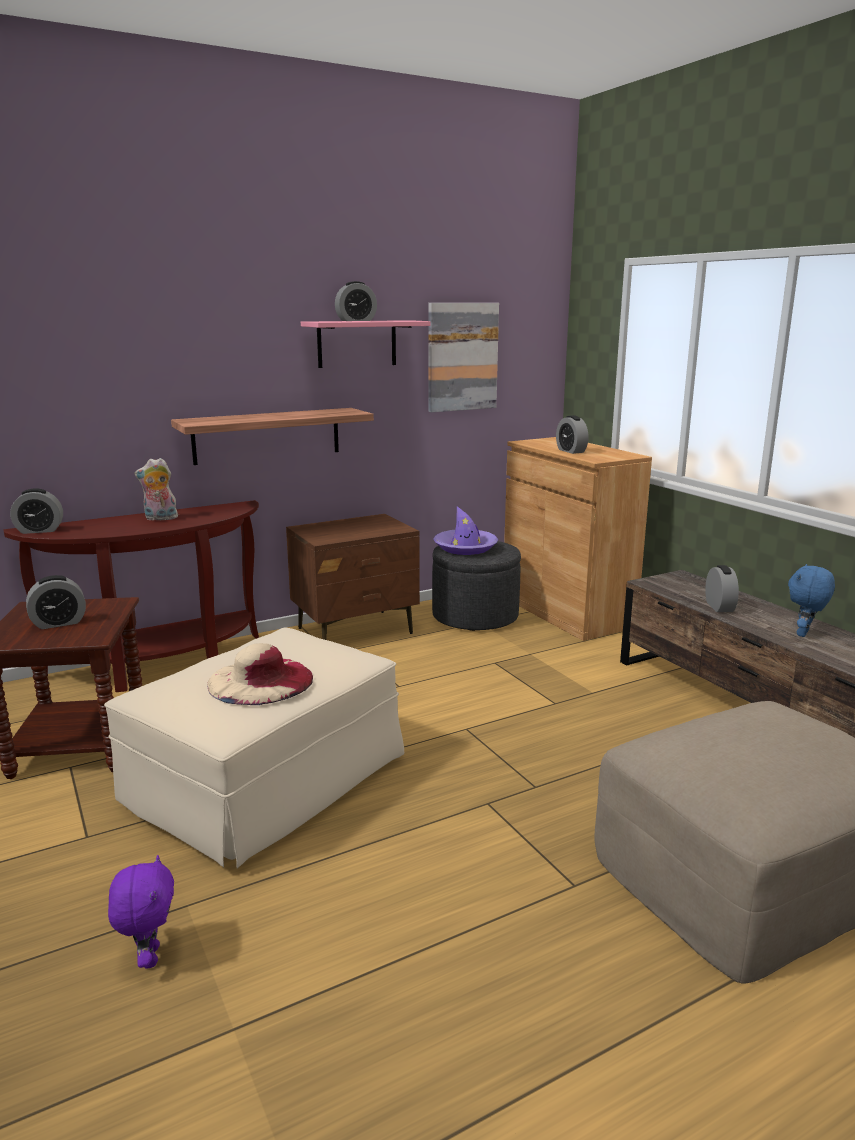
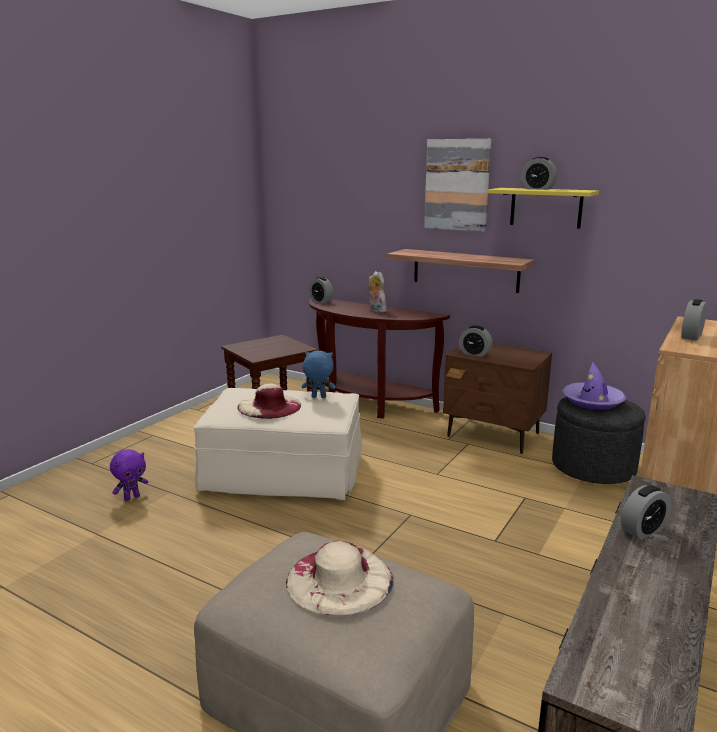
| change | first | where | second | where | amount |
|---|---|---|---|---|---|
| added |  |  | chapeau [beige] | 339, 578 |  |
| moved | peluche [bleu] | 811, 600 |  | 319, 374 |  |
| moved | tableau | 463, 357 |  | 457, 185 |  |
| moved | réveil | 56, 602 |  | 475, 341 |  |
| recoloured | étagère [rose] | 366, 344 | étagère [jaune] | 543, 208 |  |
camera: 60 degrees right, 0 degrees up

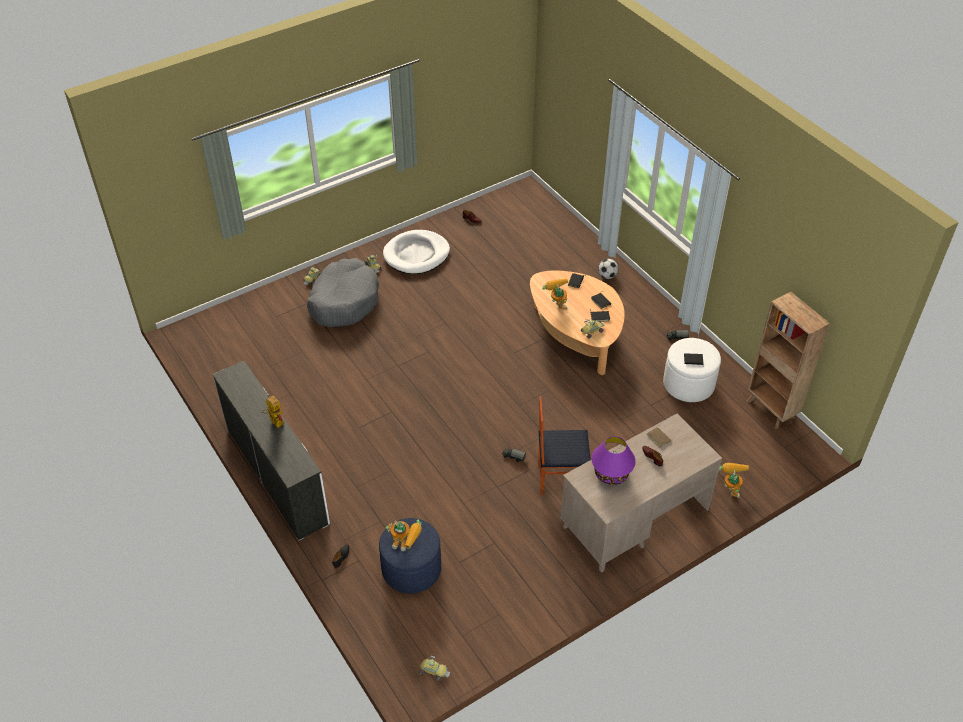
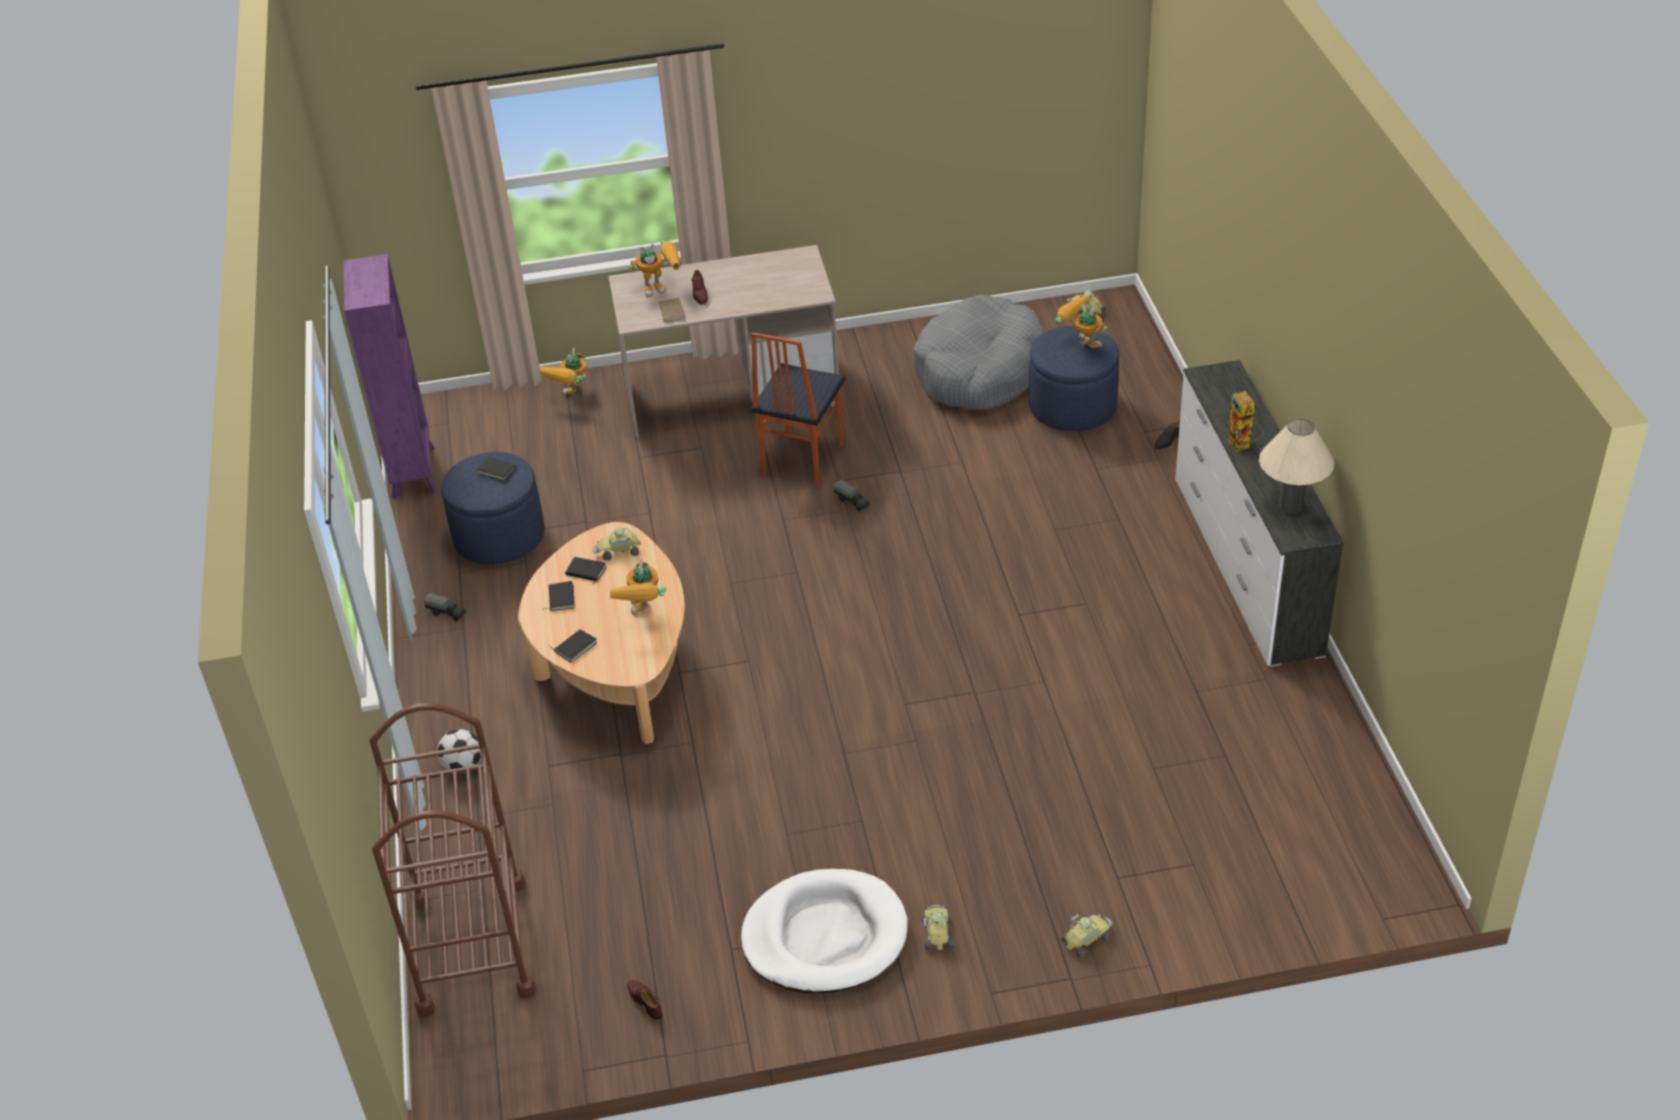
| change | first | where | second | where | amount |
|---|---|---|---|---|---|
| recoloured | bibliothèque [marron] | 788, 360 | bibliothèque [violet] | 391, 376 |  |
| added |  |  | chariot [marron] | 453, 860 |  |
| recoloured | pouf [blanc] | 692, 370 | pouf [bleu] | 493, 508 |  |
| added |  |  | robot jouet | 654, 269 |  |
| turned | chaise | 564, 445 |  | 798, 409 | 90 degrees clockwise |
| moved | panier pour chien [gris] | 343, 292 |  | 978, 352 |  |
| added |  |  | lampe de table [beige] | 1297, 466 |  |
| removed | lampe de table [violet] | 613, 460 |  |  |  |
camera: 155 degrees left, 5 degrees down

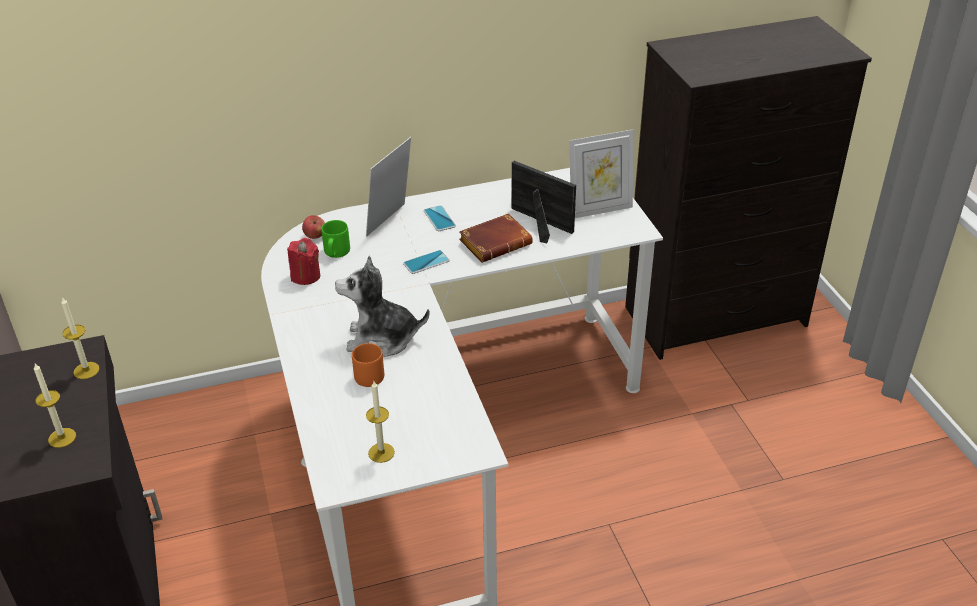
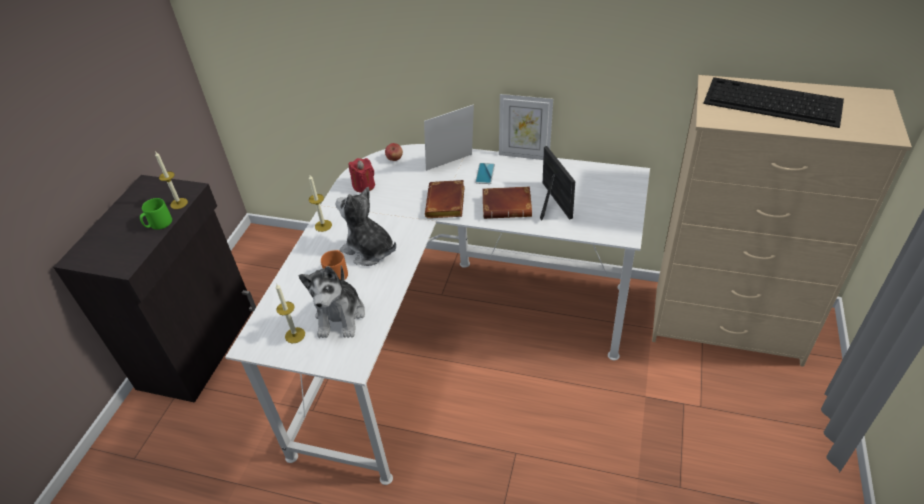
| change | first | where | second | where | amount |
|---|---|---|---|---|---|
| moved | mug [vert] | 335, 239 |  | 156, 214 |  |
| added |  |  | peluche | 331, 301 |  |
| moved | bougie | 55, 406 |  | 320, 203 |  |
| replaced | téléphone | 426, 262 | livre [marron] | 445, 199 |  |
| moved | cadre photo | 601, 174 |  | 526, 127 |  |
| recoloured | commode [noir] | 748, 188 | commode [beige] | 782, 221 |  |
| added |  |  | clavier | 773, 102 |  |
camera: 35 degrees right, 5 degrees up

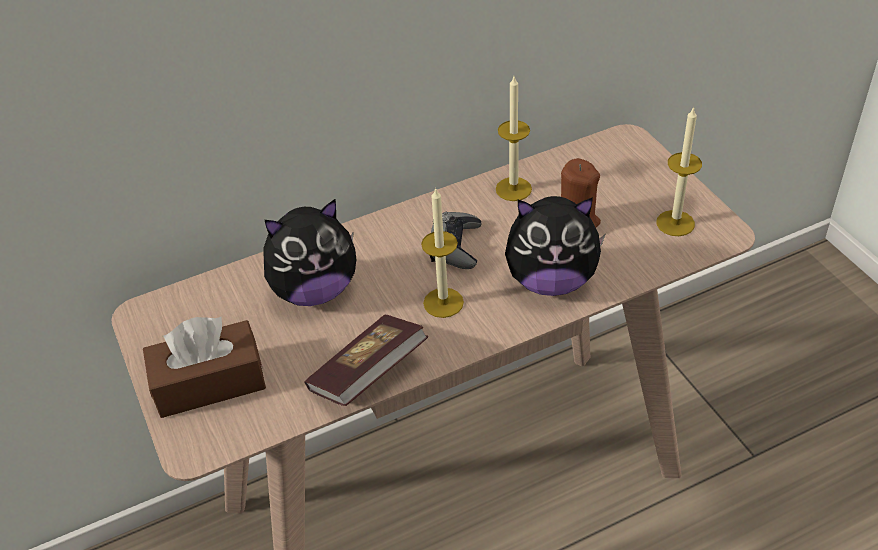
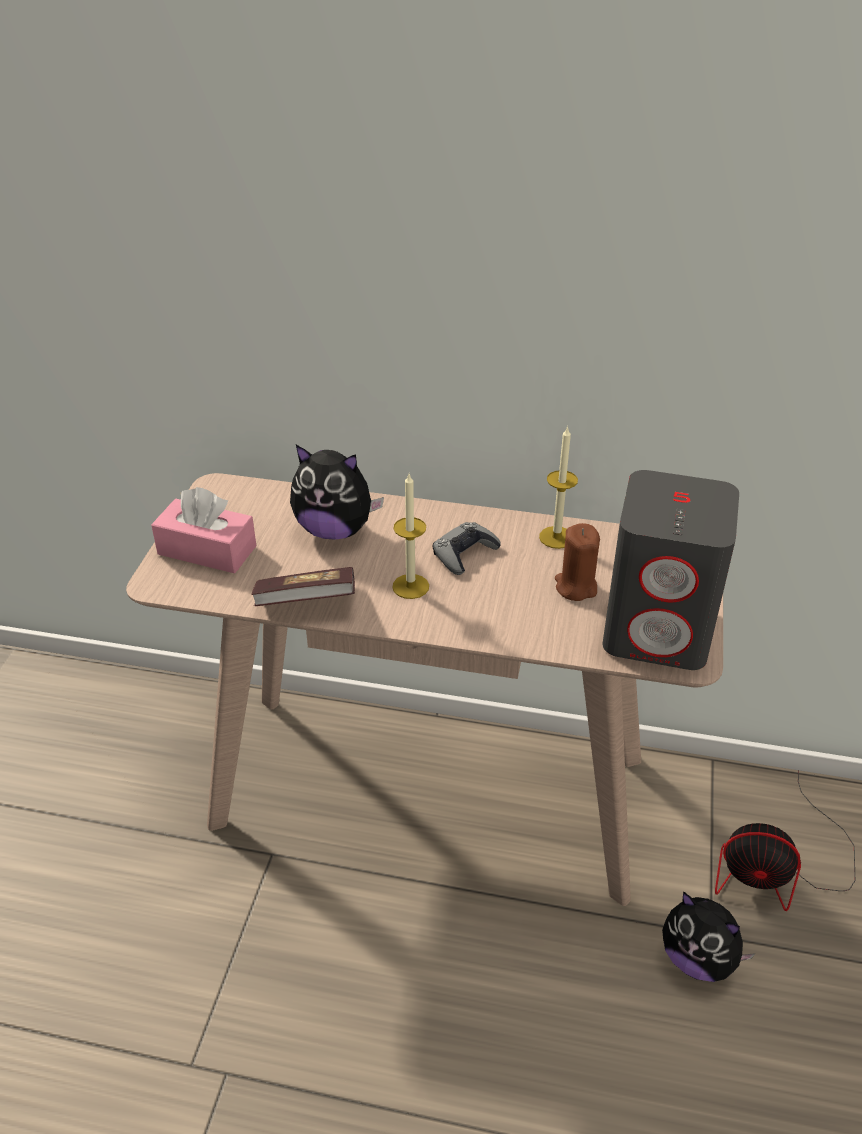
| change | first | where | second | where | amount |
|---|---|---|---|---|---|
| recoloured | boîte à mouchoirs [marron] | 204, 367 | boîte à mouchoirs [rose] | 203, 530 |  |
| replaced | bougie | 679, 171 | enceinte [gris] | 671, 570 |  |
| moved | peluche | 555, 246 |  | 709, 937 |  |
| added |  |  | ventilateur | 785, 840 |  |
camera: 35 degrees right, 5 degrees down

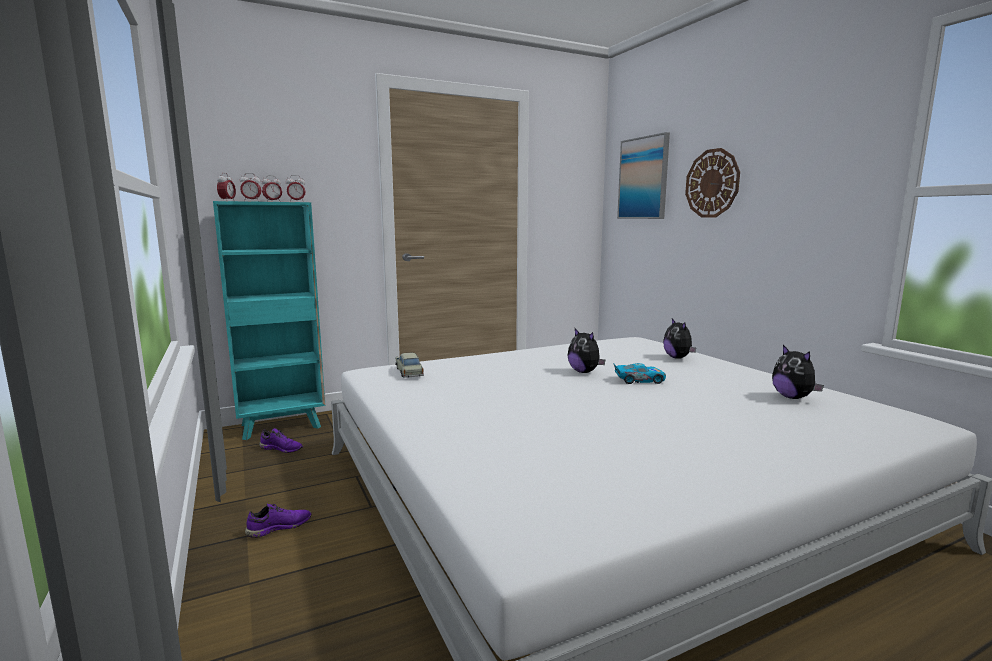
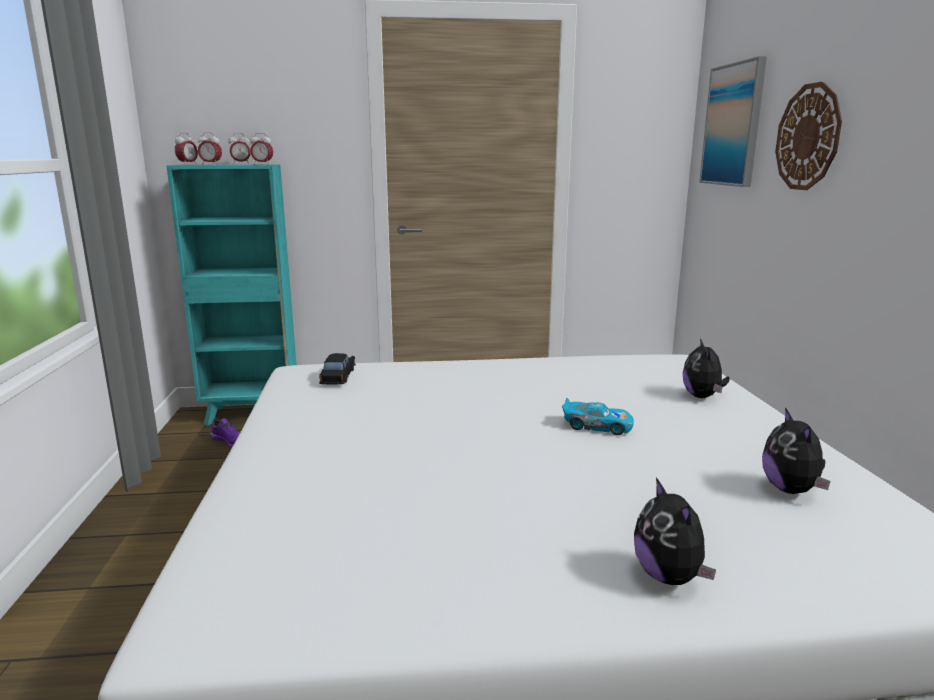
| change | first | where | second | where | amount |
|---|---|---|---|---|---|
| recoloured | petite voiture [beige] | 409, 365 | petite voiture [noir] | 337, 369 |  |
| moved | peluche | 586, 350 |  | 675, 531 |  |
| removed | chaussure [violet] | 278, 521 |  |  |  |
camera: 20 degrees right, 5 degrees up

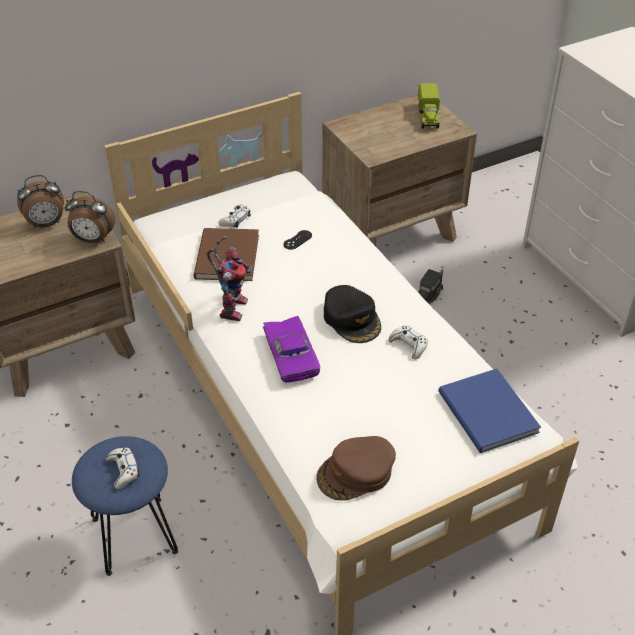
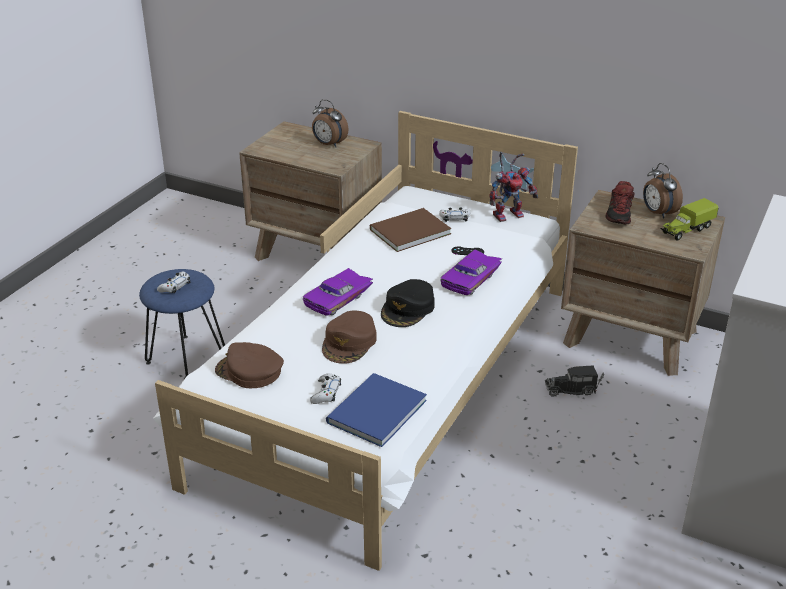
| change | first | where | second | where | amount |
|---|---|---|---|---|---|
| moved | manette [blanc] | 408, 342 |  | 325, 388 |  |
| added |  |  | casquette [marron] | 349, 337 |  |
| added |  |  | petite voiture [violet] | 471, 272 |  |
| moved | robot jouet | 229, 278 |  | 513, 187 |  |
| added |  |  | chaussure | 620, 202 |  |
| moved | réveil | 90, 217 |  | 663, 191 |  |
camera: 55 degrees right, 10 degrees down

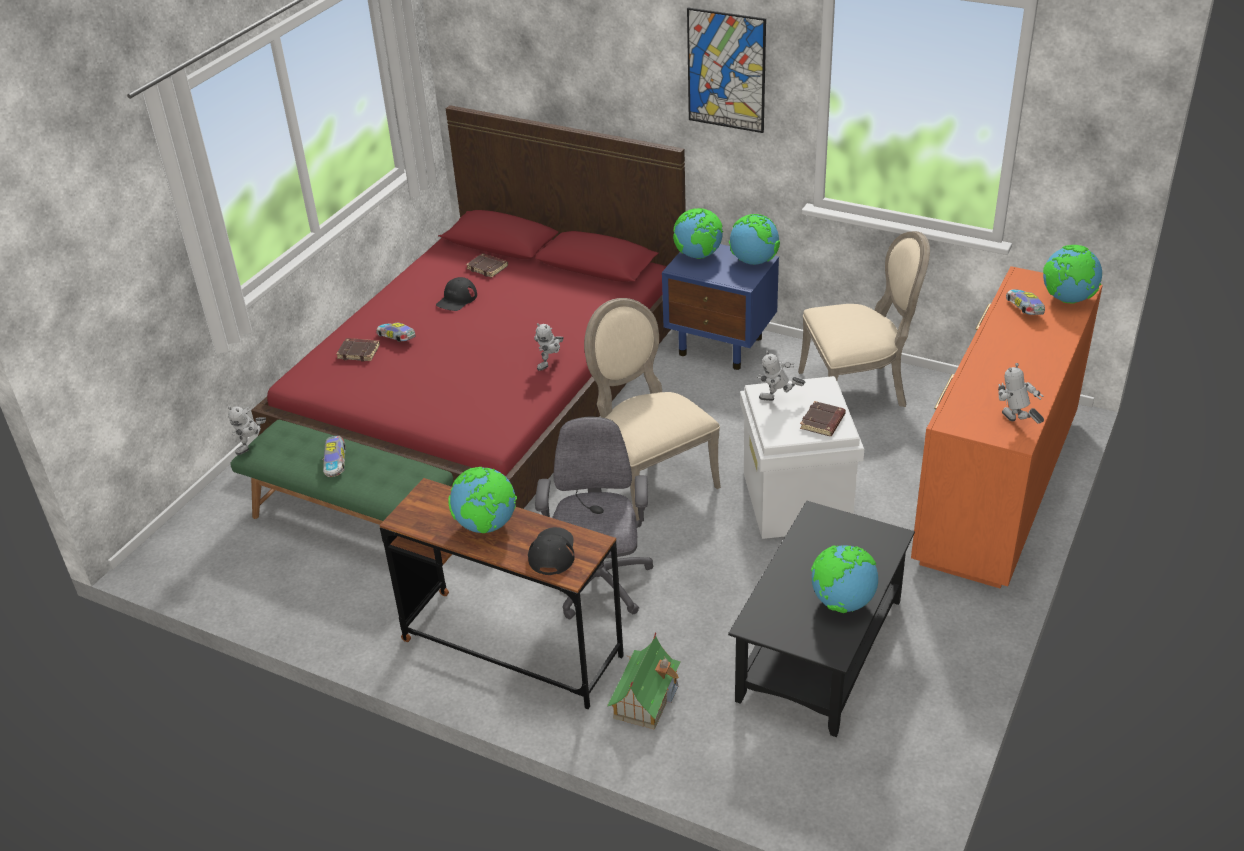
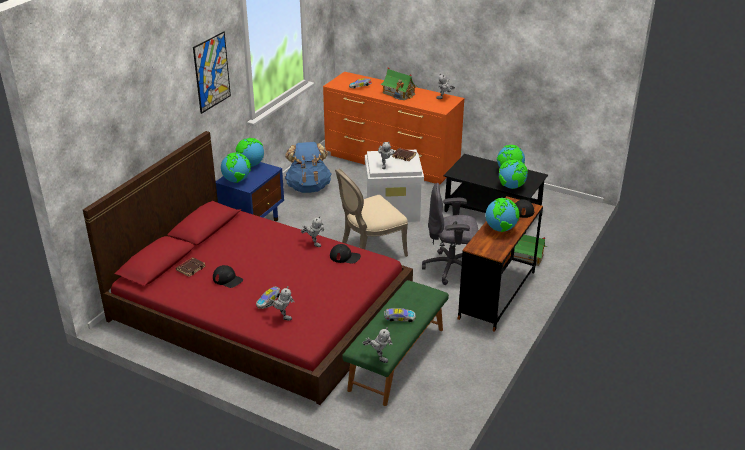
| change | first | where | second | where | amount |
|---|---|---|---|---|---|
| replaced | livre [marron] | 358, 350 | robot jouet | 280, 303 |  |
| replaced | chaise [beige] | 864, 319 | sac à dos [bleu] | 308, 167 |  |
| added |  |  | casquette [noir] | 345, 254 |  |
| added |  |  | maison miniature | 398, 84 |  |
| moved | globe | 1072, 274 |  | 513, 174 |  |
camera: 90 degrees left, 5 degrees down

